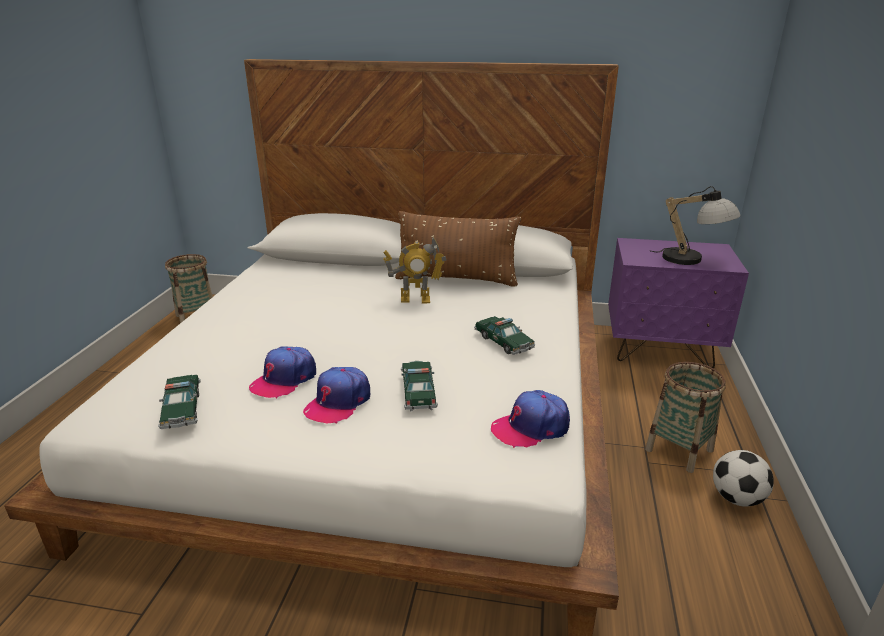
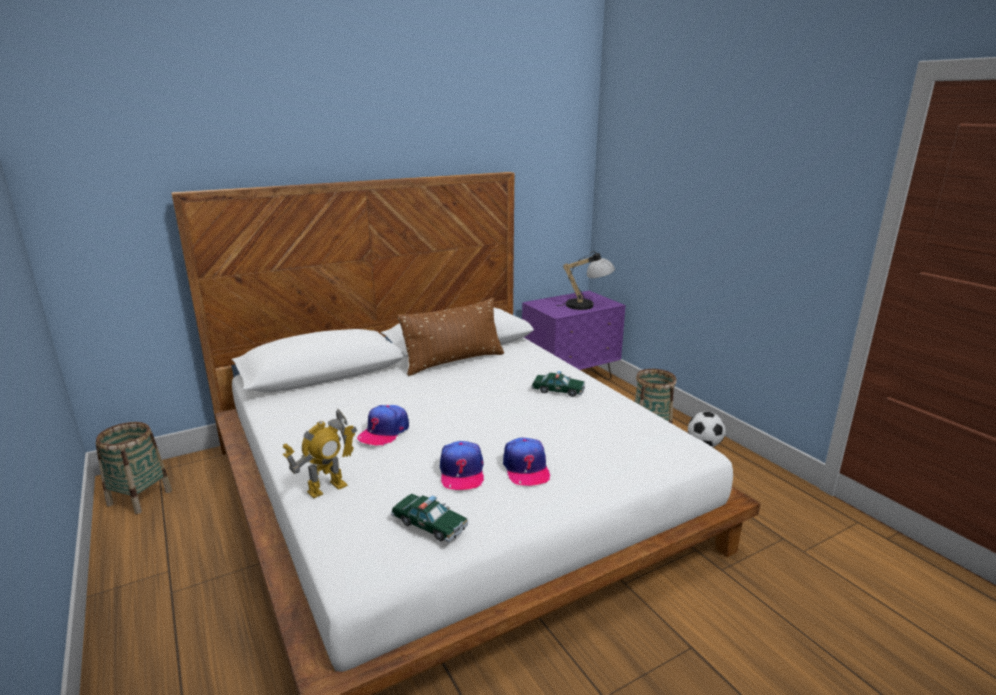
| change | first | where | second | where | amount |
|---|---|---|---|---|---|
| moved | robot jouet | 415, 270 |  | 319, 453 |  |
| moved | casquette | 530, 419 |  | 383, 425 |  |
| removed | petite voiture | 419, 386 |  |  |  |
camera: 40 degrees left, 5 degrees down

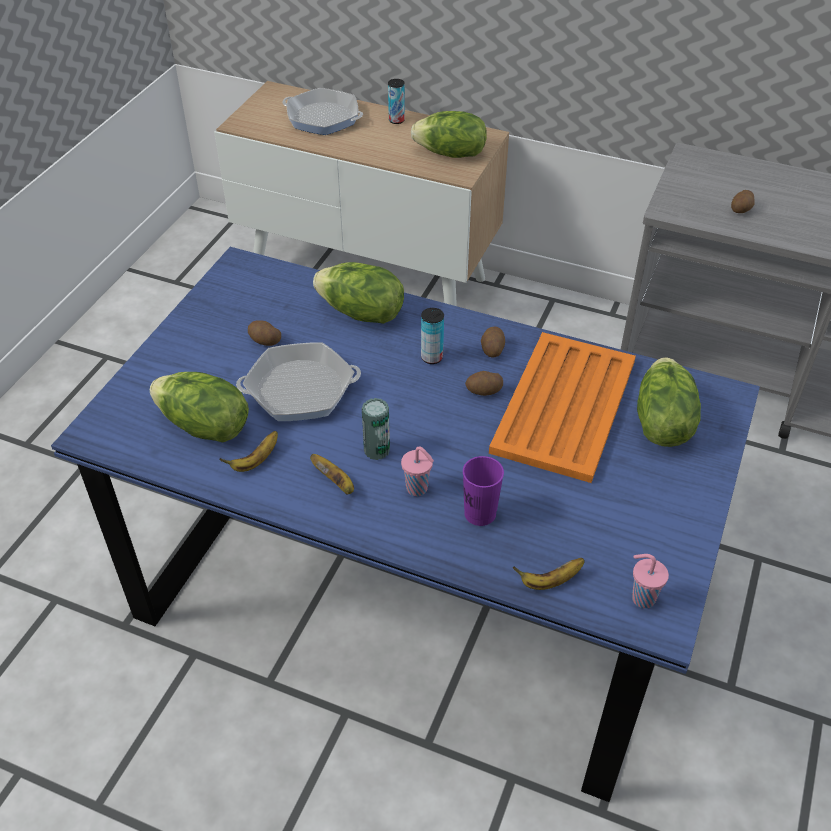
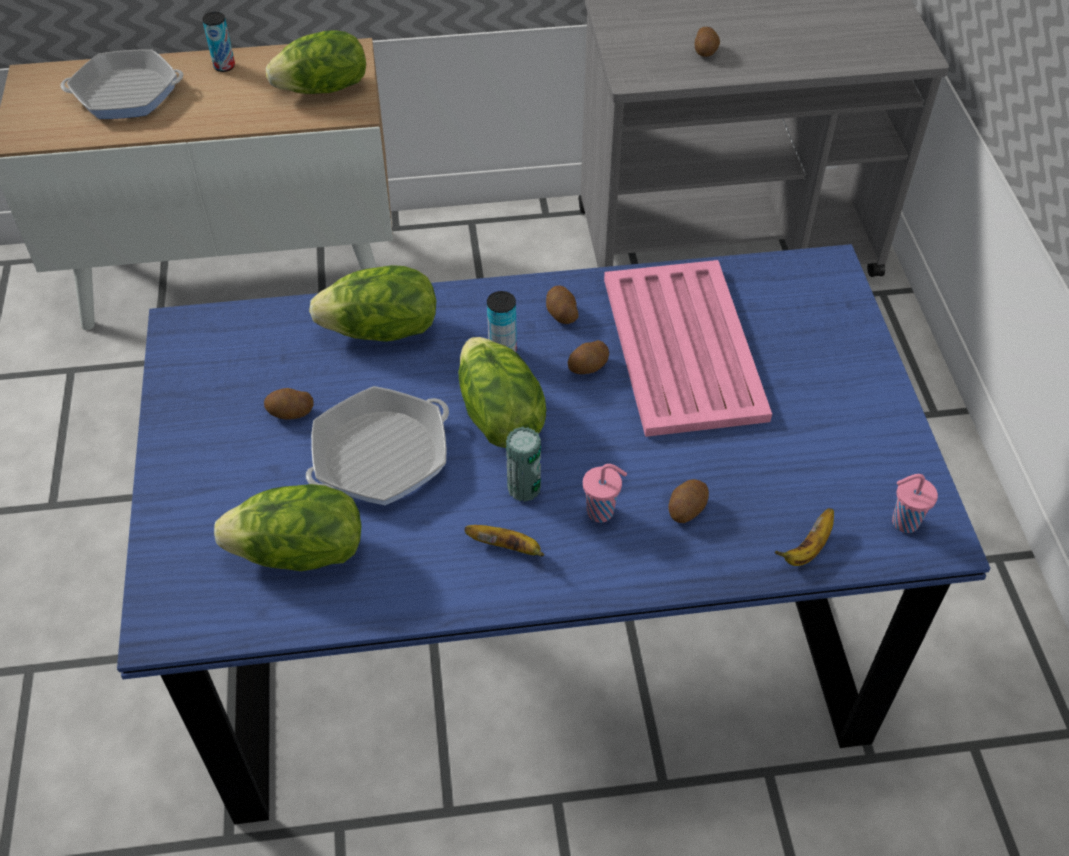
| change | first | where | second | where | amount |
|---|---|---|---|---|---|
| moved | laitue | 669, 402 |  | 502, 392 |  |
| recoloured | plateau [orange] | 562, 407 | plateau [rose] | 688, 348 |  |
| replaced | tasse [violet] | 483, 491 | pomme de terre | 688, 501 |  |
| removed | banane | 248, 451 |  |  |  |
camera: 30 degrees left, 5 degrees up

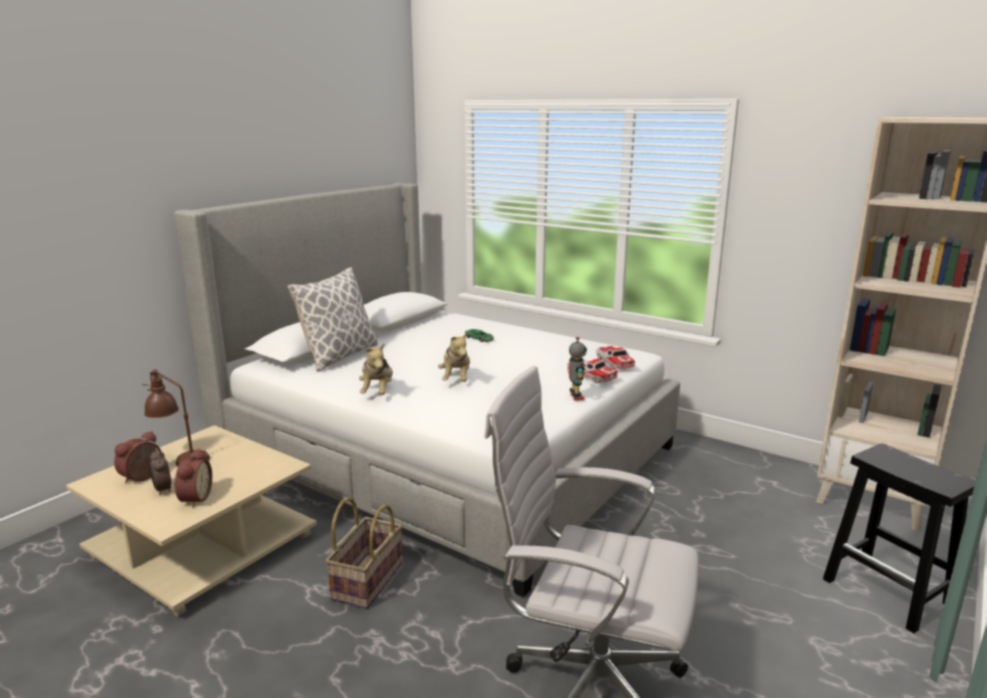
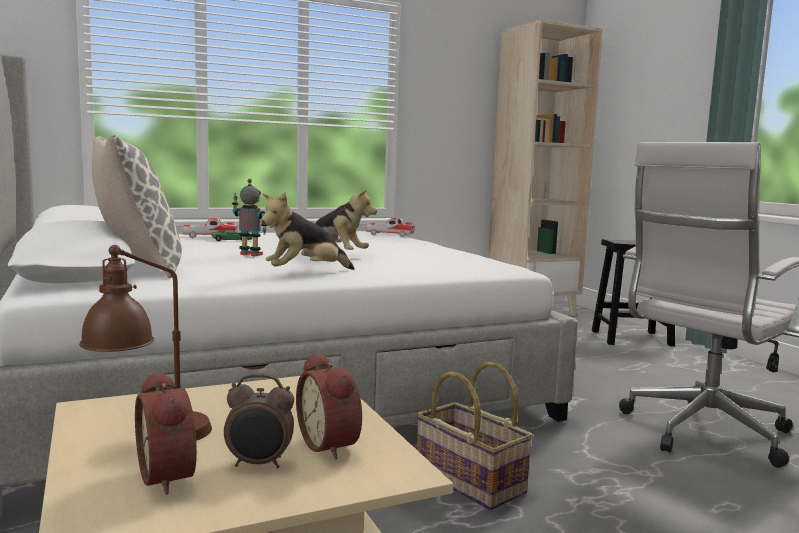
| change | first | where | second | where | amount |
|---|---|---|---|---|---|
| moved | petite voiture | 592, 371 |  | 209, 228 |  |
| moved | robot jouet | 577, 369 |  | 250, 217 |  |
| turned | peluche | 376, 369 |  | 308, 231 | 120 degrees clockwise |
| turned | réveil | 193, 478 |  | 329, 406 | 150 degrees counterclockwise |
camera: 60 degrees left, 10 degrees down

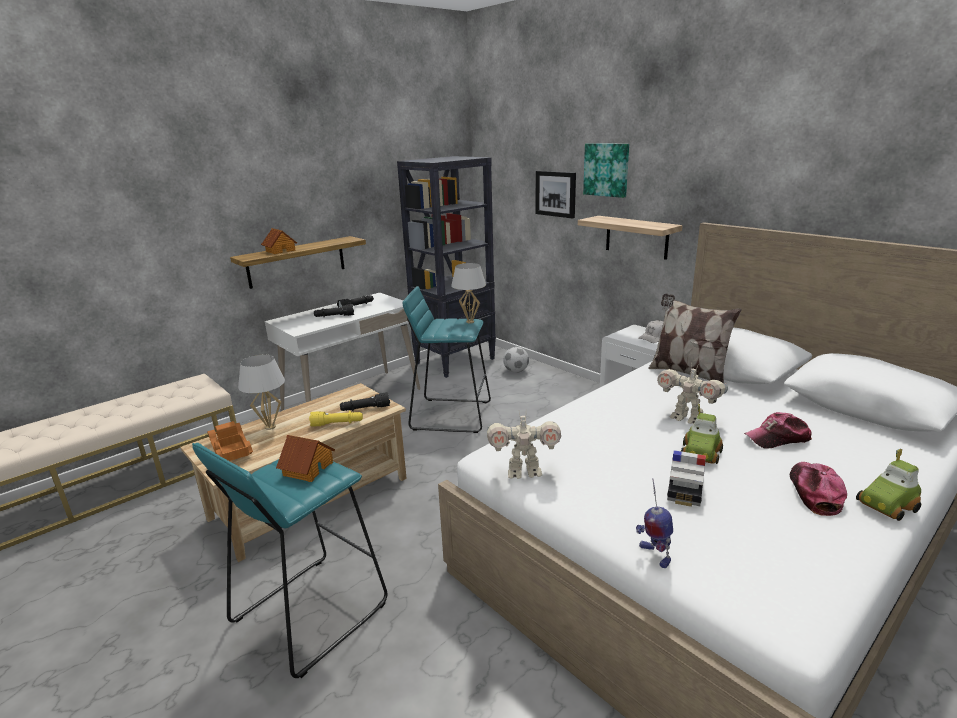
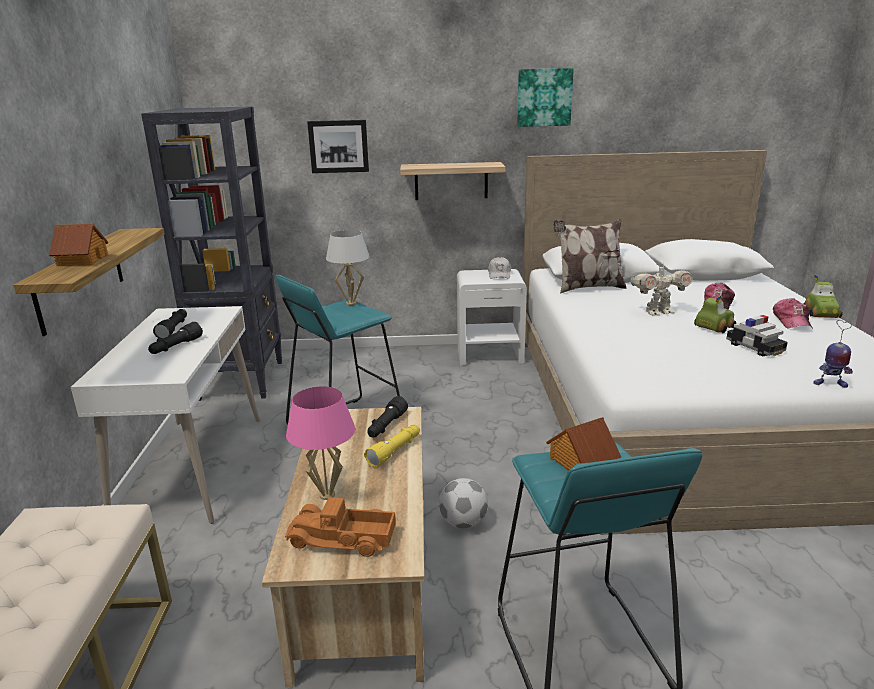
| change | first | where | second | where | amount |
|---|---|---|---|---|---|
| recoloured | lampe de table [blanc] | 261, 392 | lampe de table [rose] | 320, 443 |  |
| moved | ballon de foot | 516, 360 |  | 463, 503 |  |
| moved | tableau | 606, 170 |  | 545, 97 |  |
| turned | petite voiture | 702, 434 |  | 715, 314 | 105 degrees counterclockwise |
| turned | casquette | 818, 489 |  | 793, 313 | 135 degrees counterclockwise |
| removed | robot jouet | 524, 445 |  |  |  |
camera: 50 degrees left, 0 degrees up

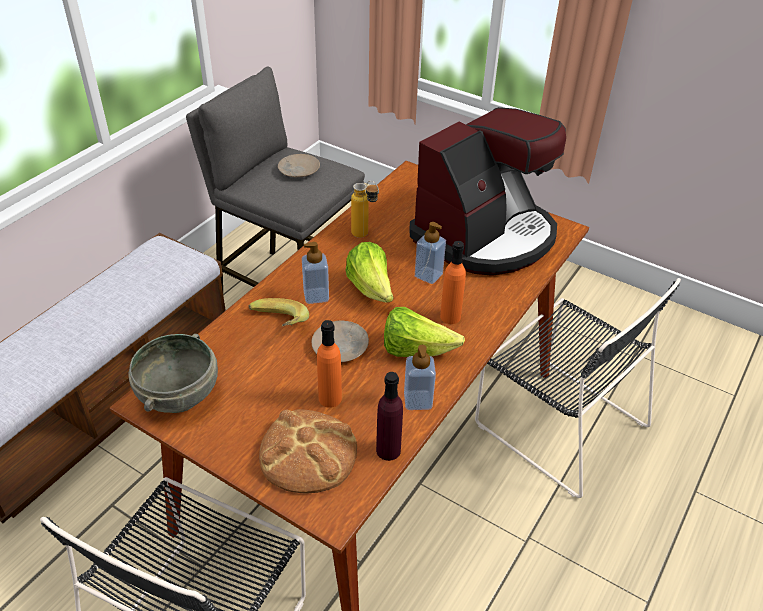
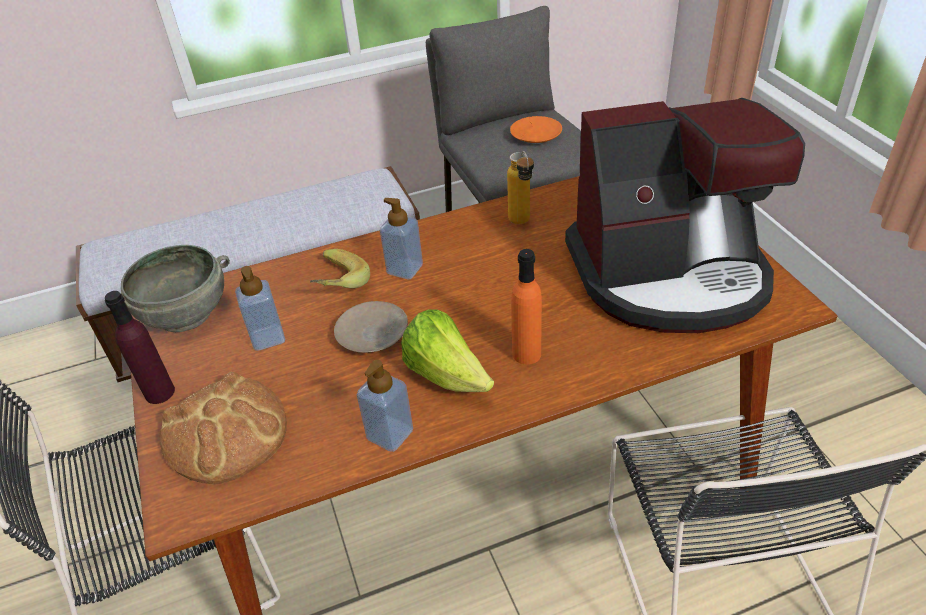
| change | first | where | second | where | amount |
|---|---|---|---|---|---|
| moved | bouteille [violet] | 389, 416 |  | 140, 347 |  |
| moved | distributeur de savon | 430, 253 |  | 260, 308 |  |
| recoloured | assiette [beige] | 299, 165 | assiette [orange] | 536, 129 |  |
| removed | bouteille [orange] | 329, 364 |  |  |  |
| removed | laitue | 369, 272 |  |  |  |
camera: 40 degrees right, 0 degrees up

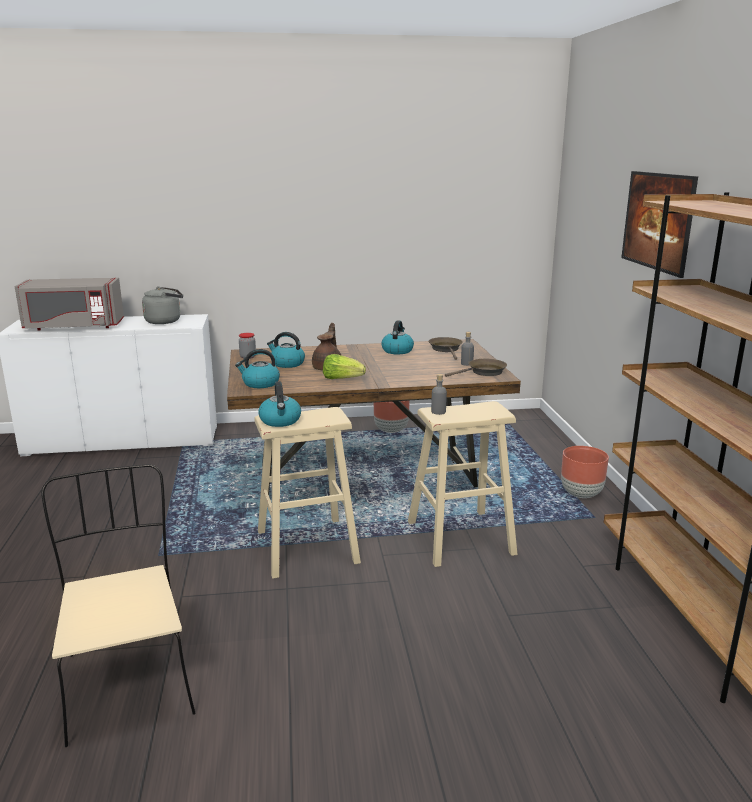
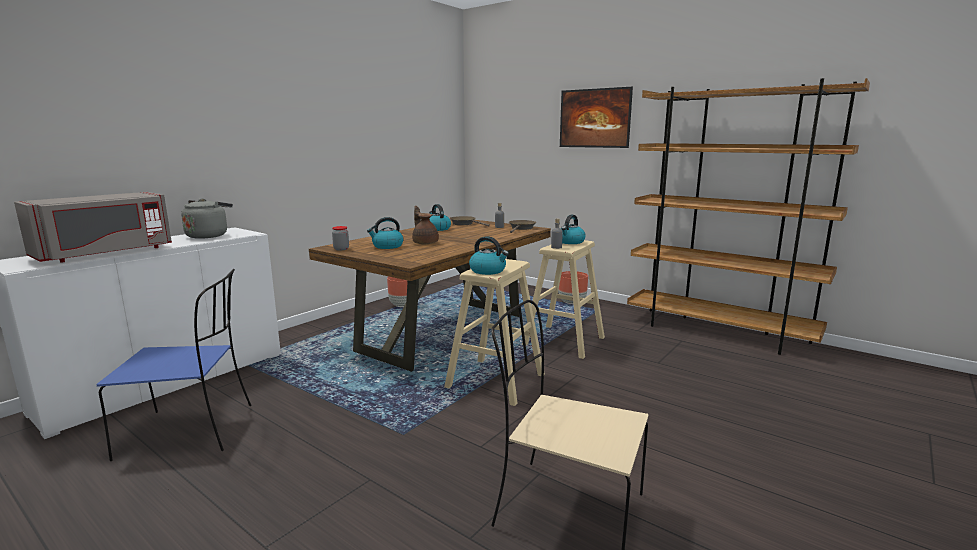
| change | first | where | second | where | amount |
|---|---|---|---|---|---|
| added |  |  | chaise [bleu] | 173, 365 |  |
| moved | bouilloire | 257, 368 |  | 573, 229 |  |
| removed | laitue | 344, 366 |  |  |  |
camera: 45 degrees left, 5 degrees down

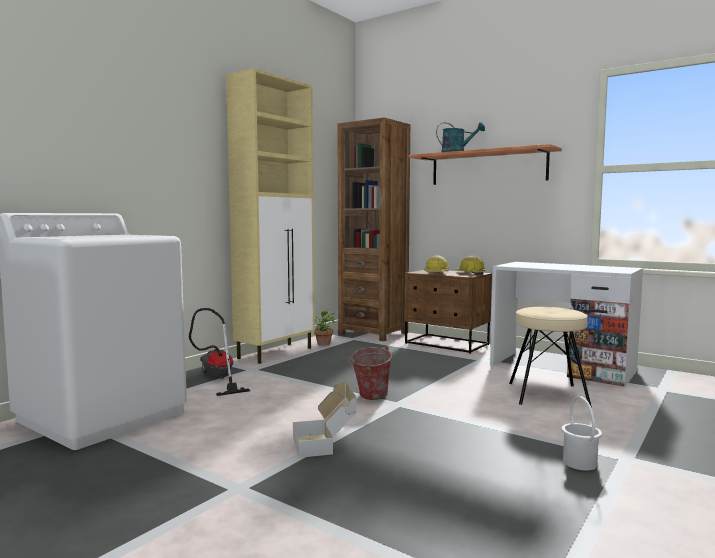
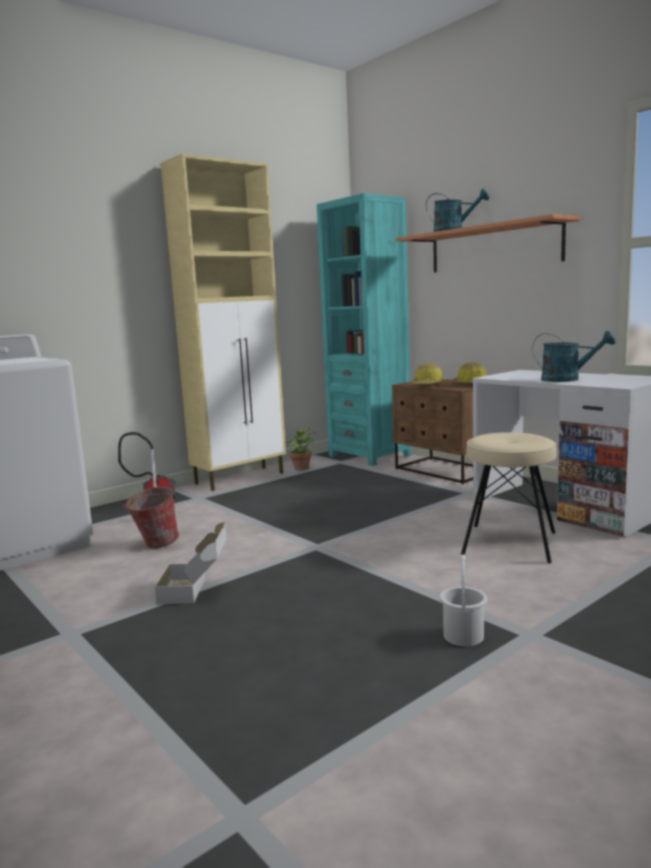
| change | first | where | second | where | amount |
|---|---|---|---|---|---|
| moved | seau | 370, 373 |  | 151, 518 |  |
| recoloured | bibliothèque [marron] | 373, 229 | bibliothèque [turquoise] | 364, 329 |  |
| added |  |  | arrosoir [turquoise] | 574, 356 |  |
camera: 15 degrees right, 5 degrees up

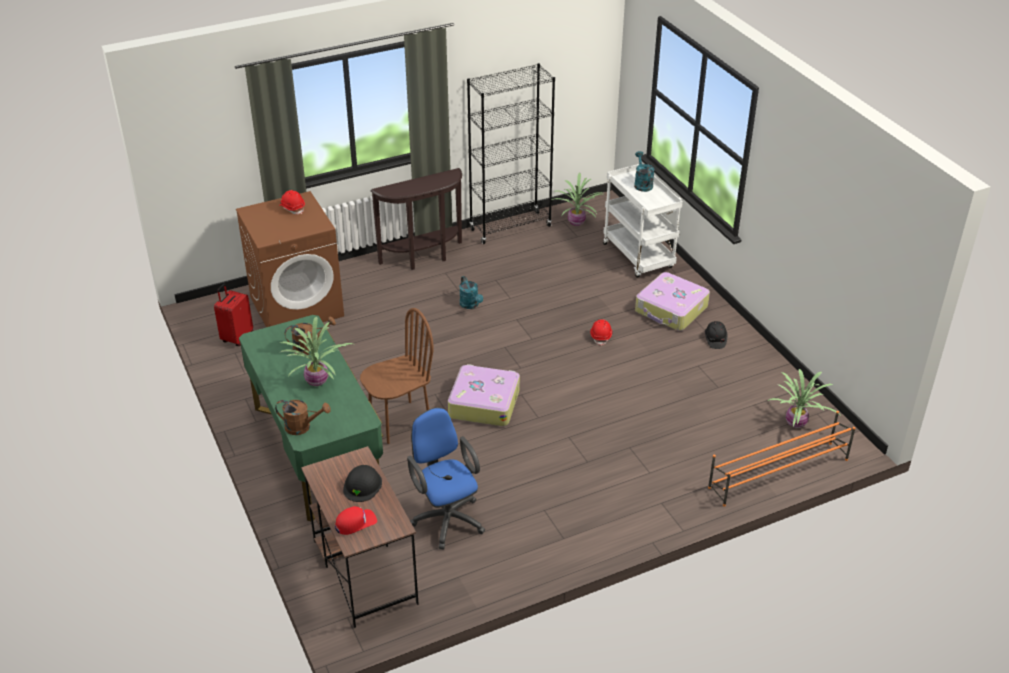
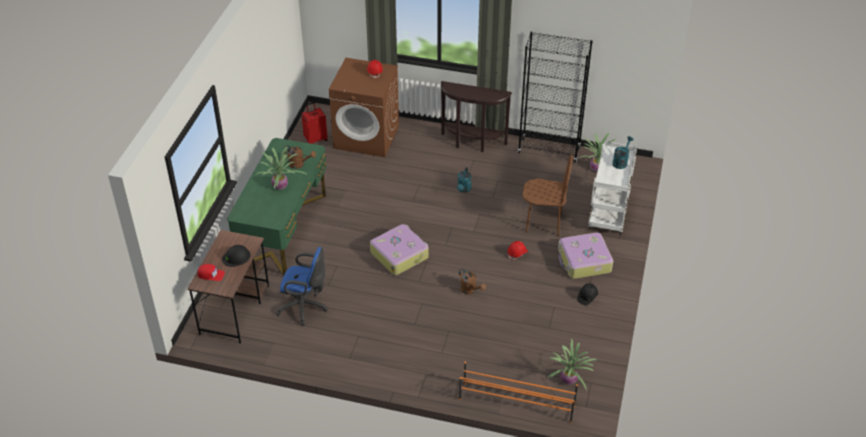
| change | first | where | second | where | amount |
|---|---|---|---|---|---|
| turned | chaise de bureau [bleu] | 446, 478 |  | 302, 286 | 90 degrees clockwise |
| moved | arrosoir [marron] | 303, 417 |  | 472, 281 |  |
| moved | chaise [marron] | 397, 376 |  | 548, 195 |  |
camera: 40 degrees right, 5 degrees up

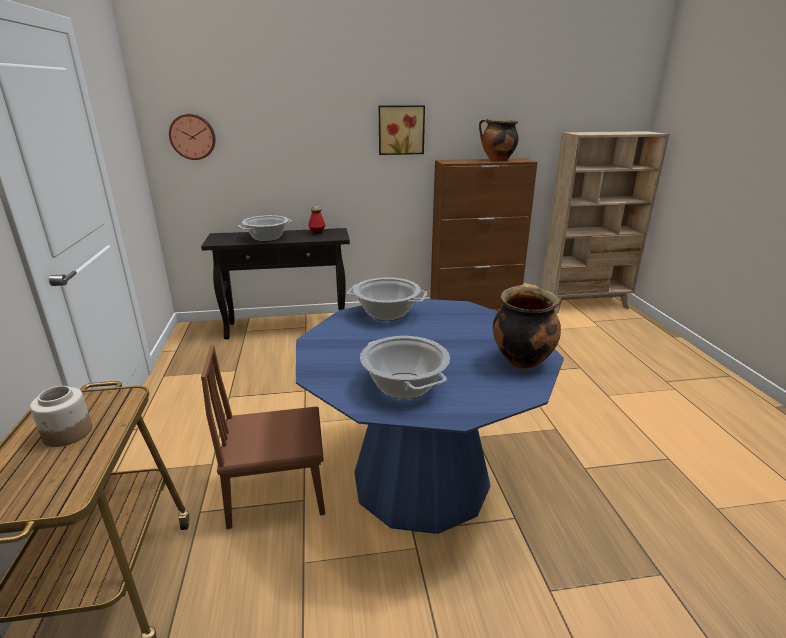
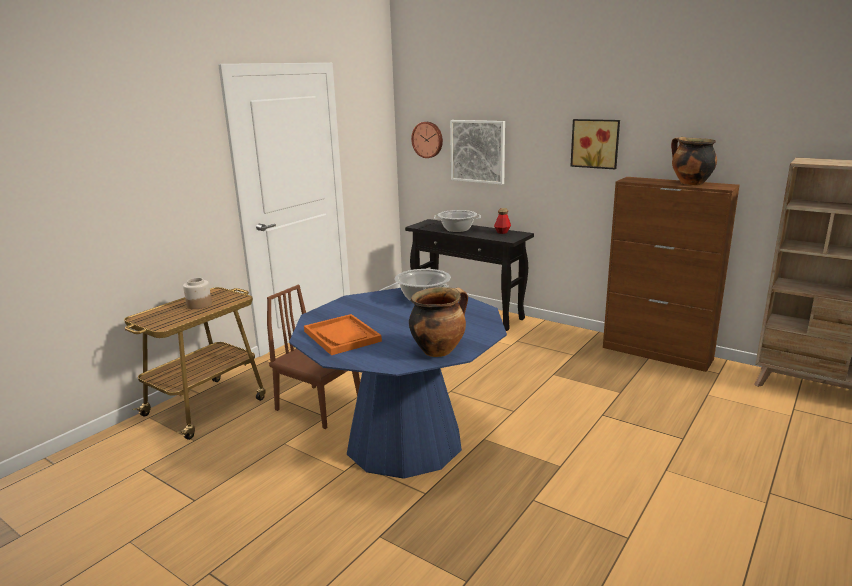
| change | first | where | second | where | amount |
|---|---|---|---|---|---|
| replaced | marmite | 405, 367 | plateau [orange] | 343, 334 |  |
| added |  |  | tableau | 477, 152 |  |
camera: 45 degrees right, 5 degrees down

